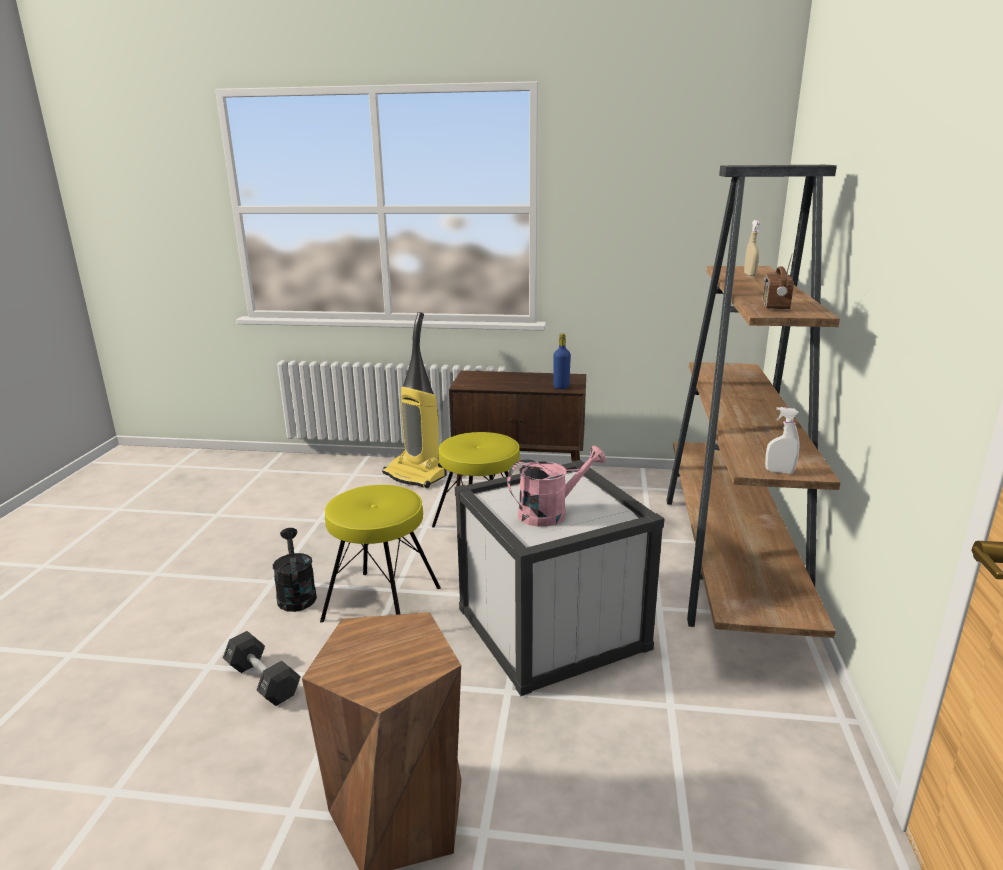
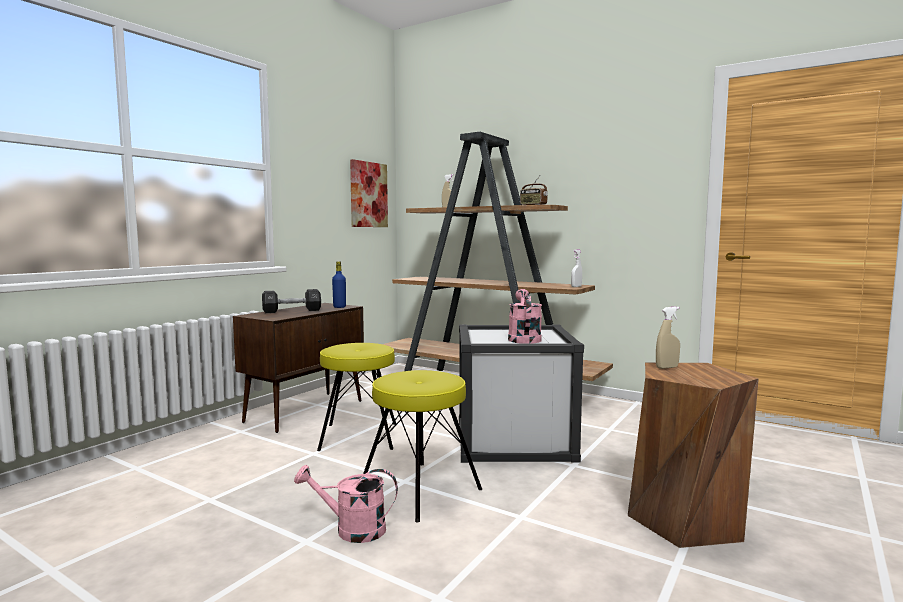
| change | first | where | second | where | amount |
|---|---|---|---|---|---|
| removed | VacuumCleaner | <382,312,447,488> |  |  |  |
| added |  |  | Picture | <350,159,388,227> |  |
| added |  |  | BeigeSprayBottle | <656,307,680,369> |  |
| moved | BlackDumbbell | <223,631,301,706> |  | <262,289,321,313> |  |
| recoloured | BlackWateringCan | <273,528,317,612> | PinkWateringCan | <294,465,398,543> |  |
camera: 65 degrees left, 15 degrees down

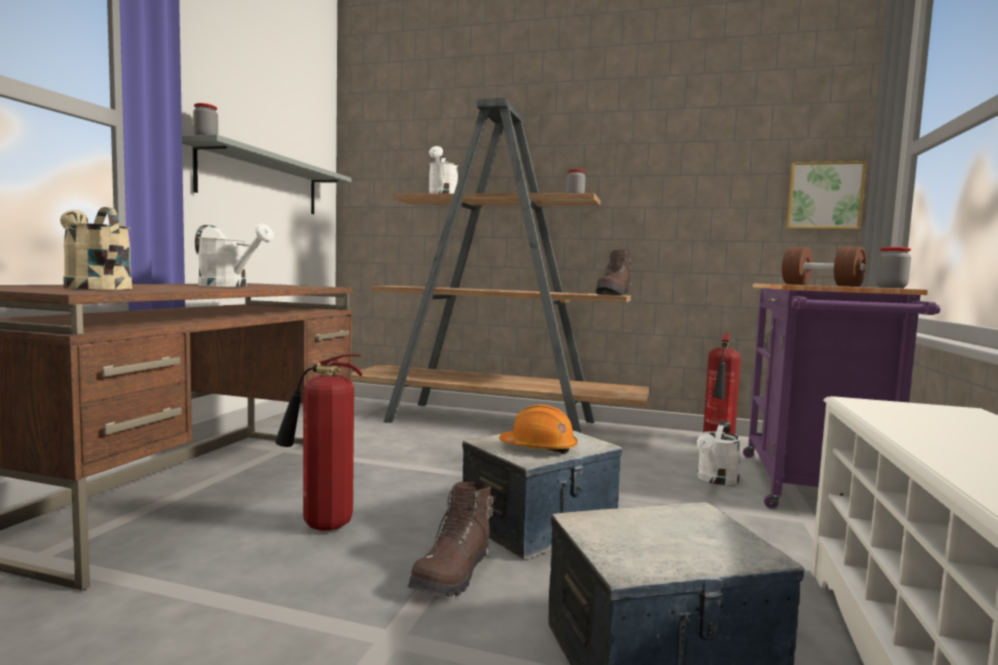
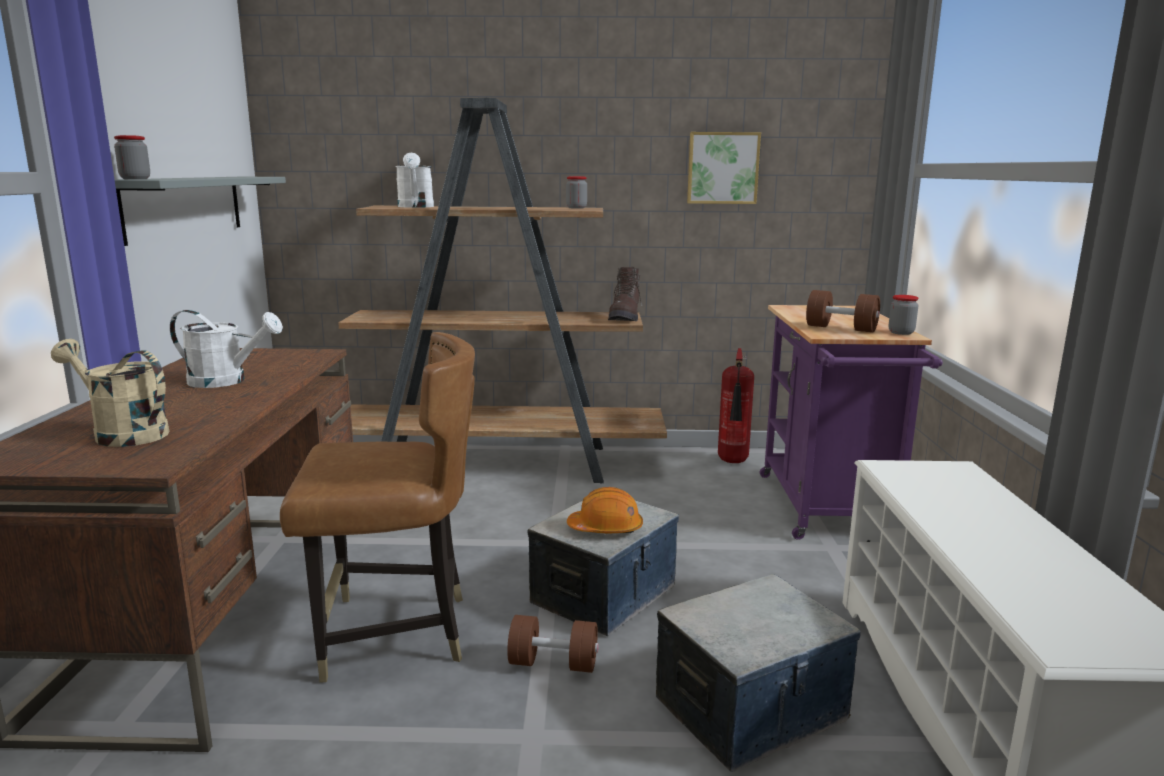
| change | first | where | second | where | amount |
|---|---|---|---|---|---|
| removed | WhiteWateringCan | <697,421,741,485> |  |  |  |
| moved | Picture | <786,161,867,229> |  | <687,132,761,204> |  |
| replaced | FireExtinguisher | <275,354,363,531> | BrownChair | <280,332,475,683> |  |
| replaced | BrownBoot | <408,482,496,597> | BrownDumbbell | <507,615,599,673> |  |
camera: 15 degrees left, 10 degrees up

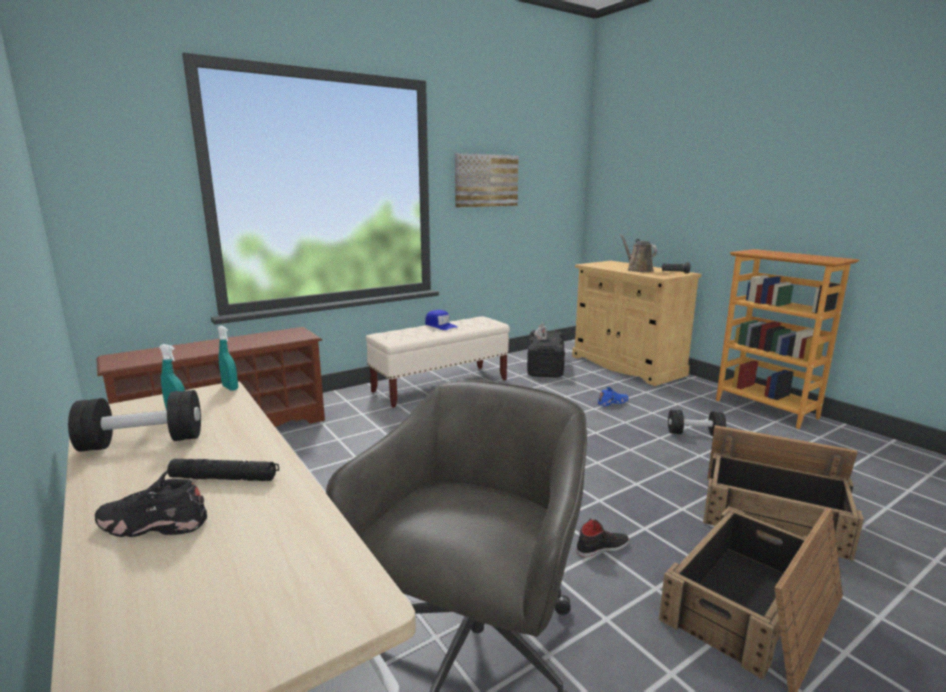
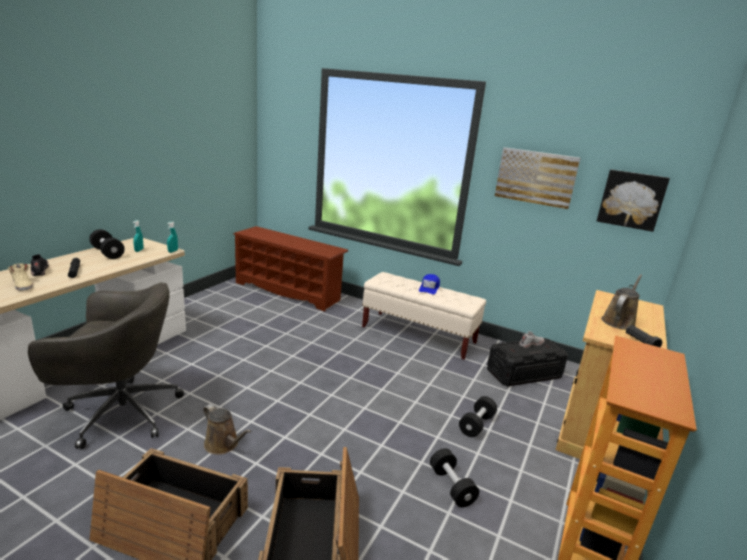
| change | first | where | second | where | amount |
|---|---|---|---|---|---|
| added |  |  | BeigeShoe | <8,263,33,291> |  |
| added |  |  | Picture | <597,169,670,232> |  |
| replaced | BlackShoe | <576,518,629,557> | BrownWateringCan | <203,404,251,455> |  |
| replaced | BlueShoe | <598,387,628,406> | BlackDumbbell | <459,396,497,437> |  |
camera: 60 degrees right, 5 degrees up

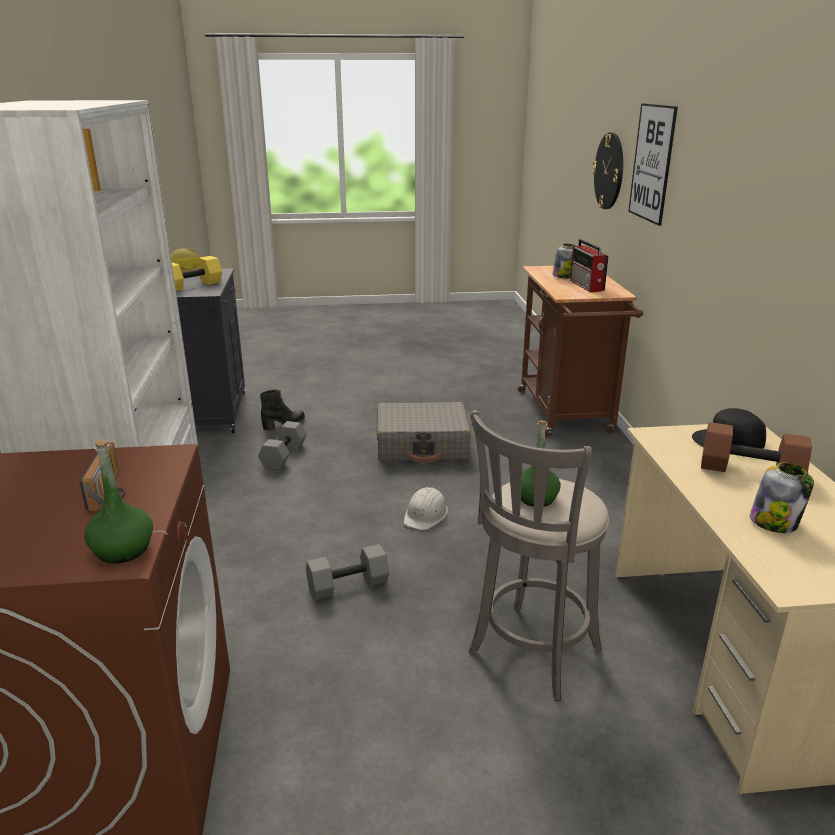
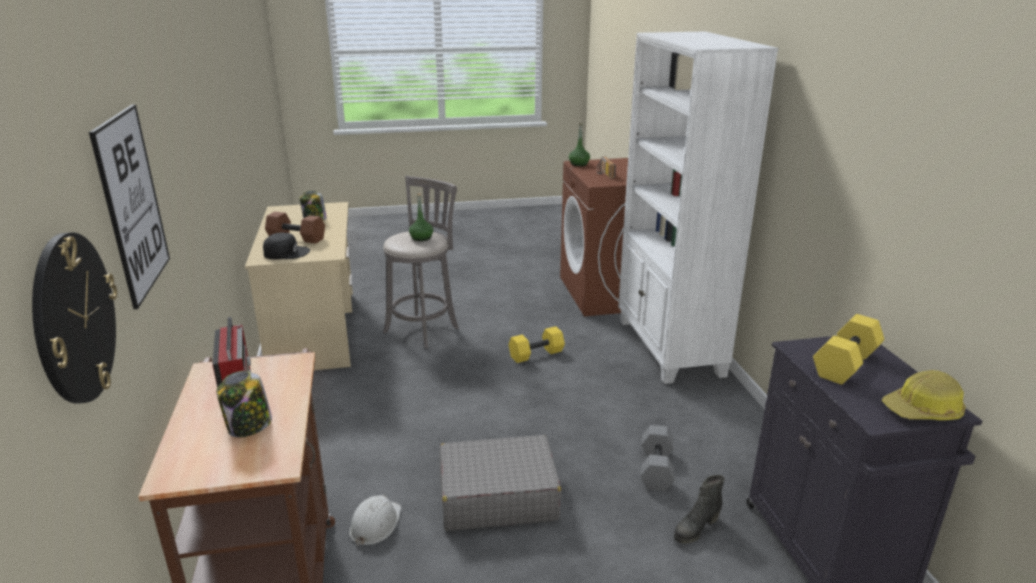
| change | first | where | second | where | amount |
|---|---|---|---|---|---|
| moved | WhiteHardHat | <404,487,448,530> |  | <349,495,401,547> |  |
| recoloured | GreyDumbbell | <306,544,390,600> | YellowDumbbell | <508,326,565,363> |  |
camera: 175 degrees right, 0 degrees up

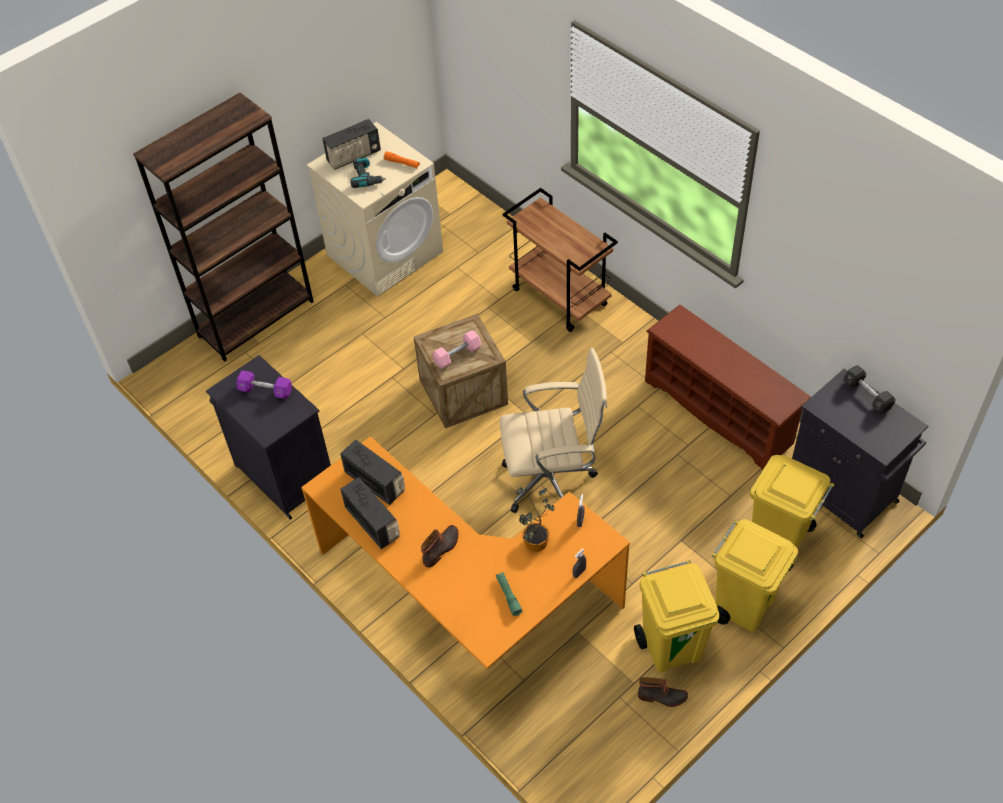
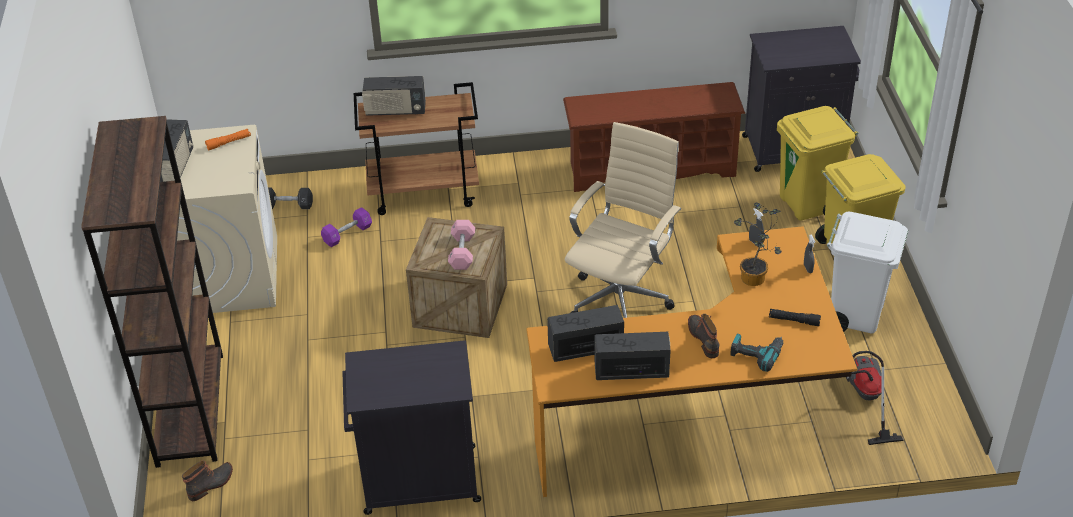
| change | first | where | second | where | amount |
|---|---|---|---|---|---|
| added |  |  | Radio | <362,76,426,116> |  |
| added |  |  | VacuumCleaner | <846,351,904,445> |  |
| moved | PurpleDumbbell | <237,370,292,399> |  | <321,207,372,247> |  |
| moved | PowerDrill | <351,157,386,188> |  | <730,334,784,372> |  |
| moved | Boot | <638,677,688,707> |  | <182,460,233,501> |  |
| moved | BlackDumbbell | <843,365,895,414> |  | <268,188,313,209> |  |
| recoloured | GreenFlashlight | <496,572,523,616> | BlackFlashlight | <769,309,821,326> |  |
| recoloured | YellowTrashCan | <634,560,719,672> | WhiteTrashCan | <827,212,908,333> |  |
camera: 55 degrees left, 10 degrees down

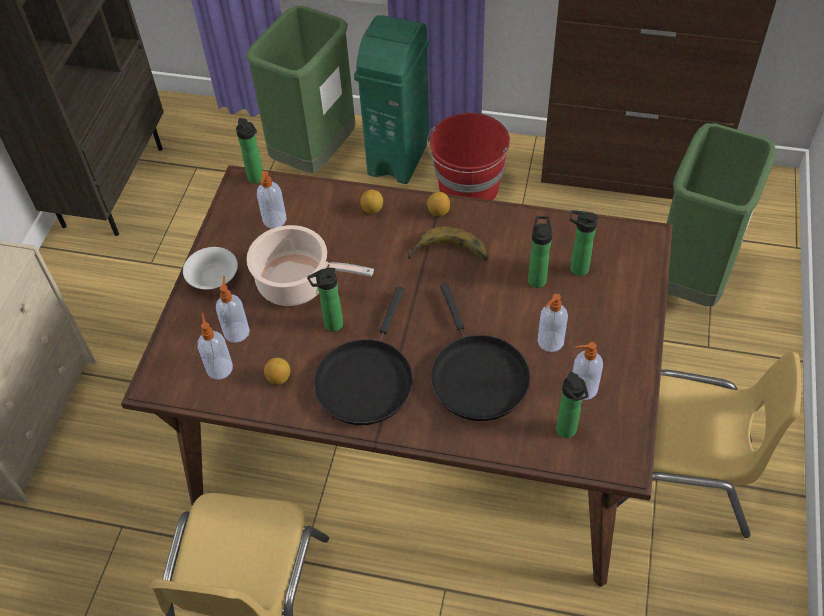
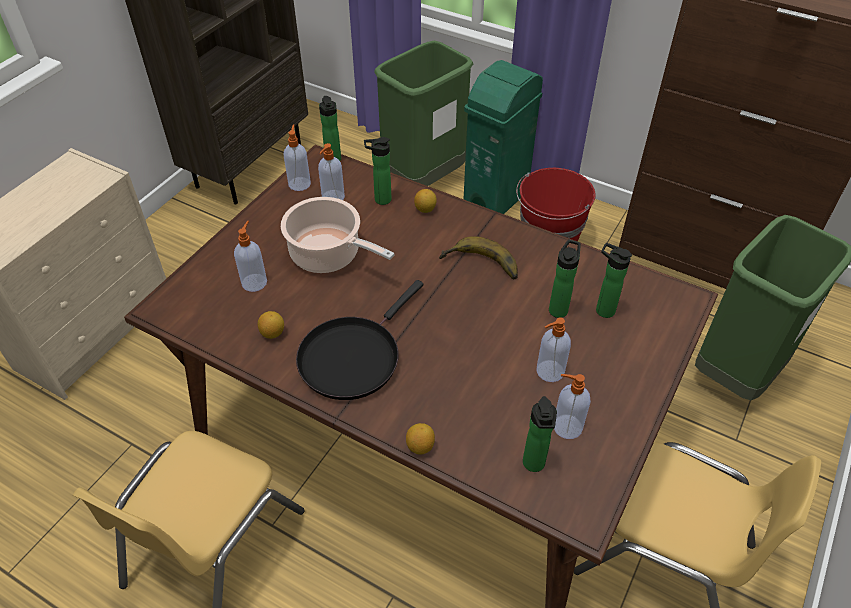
| change | first | where | second | where | amount |
|---|---|---|---|---|---|
| removed | WhiteBowl | <183,247,238,290> |  |  |  |
| removed | BlackFryingPan | <430,283,530,421> |  |  |  |
| moved | SoapDispenser | <198,313,233,380> |  | <284,124,311,191> |  |
| moved | Bottle | <307,267,343,332> |  | <364,137,392,205> |  |
| moved | Lemon | <427,192,450,217> |  | <406,423,435,454> |  |
camera: 15 degrees right, 5 degrees down

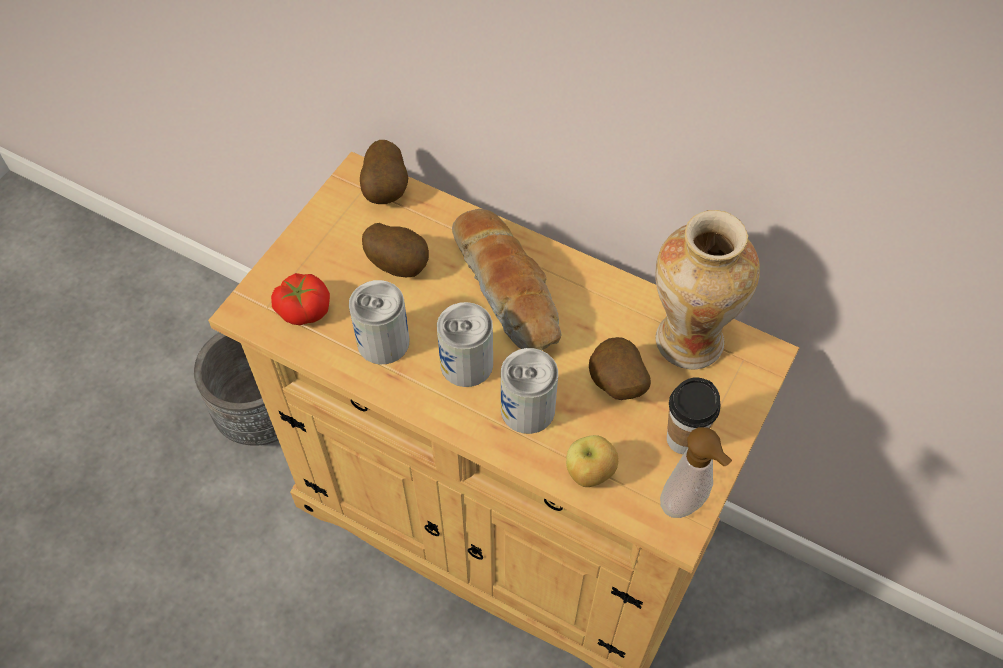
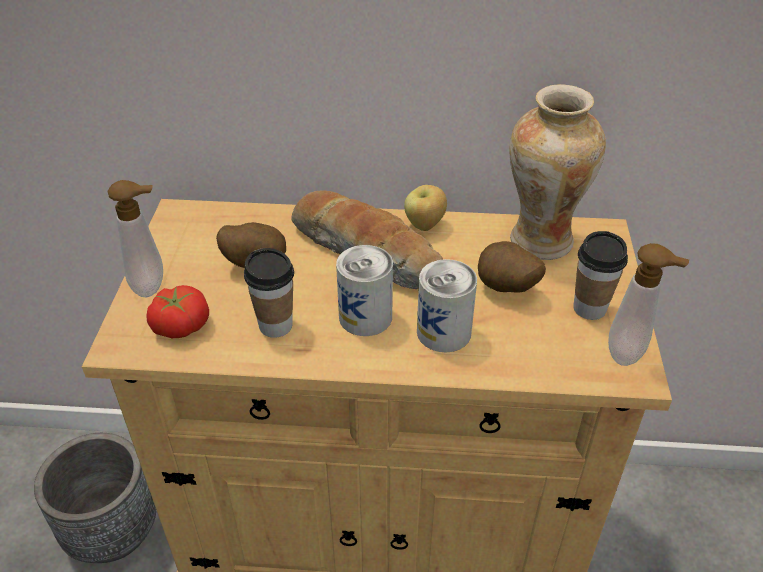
| change | first | where | second | where | amount |
|---|---|---|---|---|---|
| removed | Potato | <360,140,408,204> |  |  |  |
| added |  |  | SoapDispenser | <107,180,163,297> |  |
| moved | Apple | <566,435,618,487> |  | <404,185,447,231> |  |
| replaced | Can | <349,280,409,364> | Cup | <244,248,294,338> |  |
camera: 25 degrees left, 15 degrees down

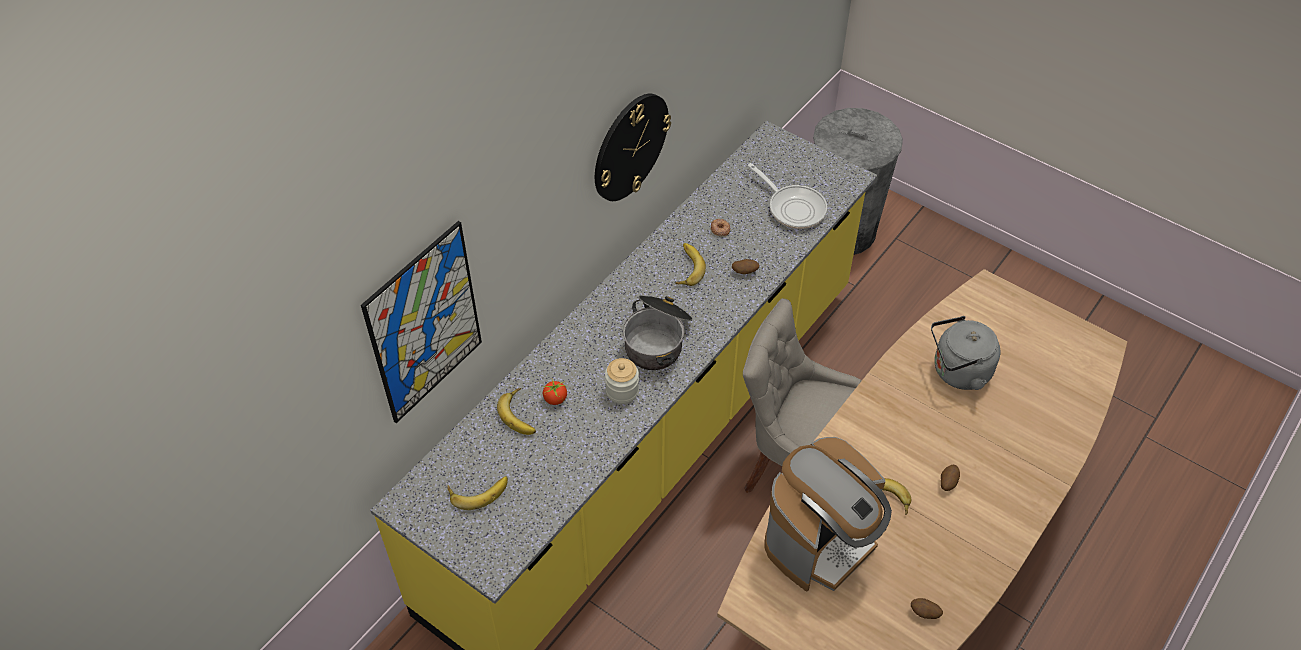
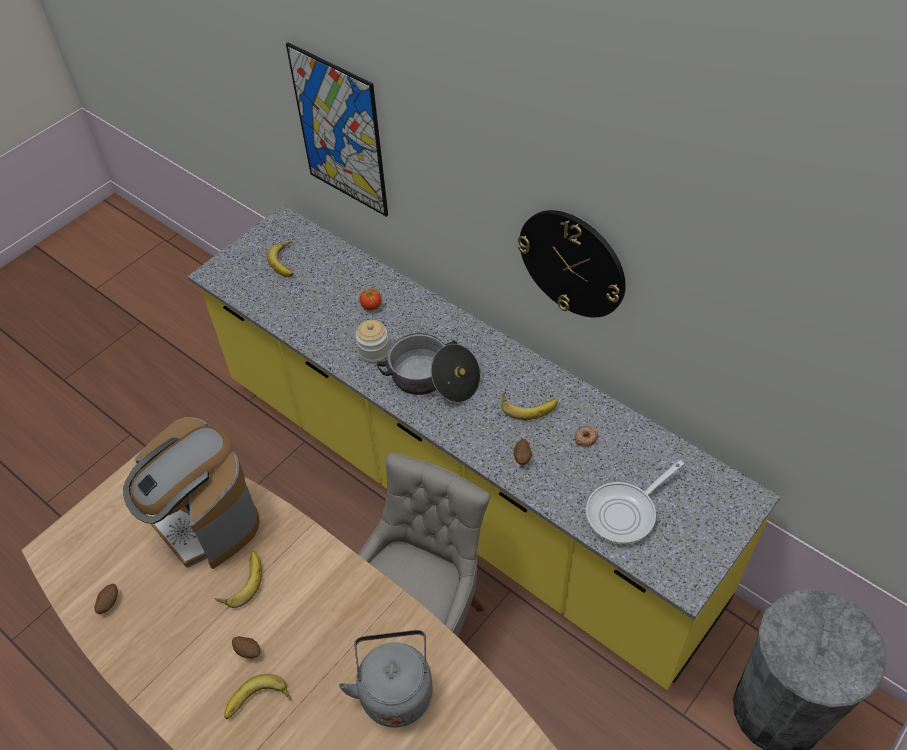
| change | first | where | second | where | amount |
|---|---|---|---|---|---|
| moved | Banana | <497,388,536,435> |  | <224,674,291,719> |  |
camera: 95 degrees right, 0 degrees up

